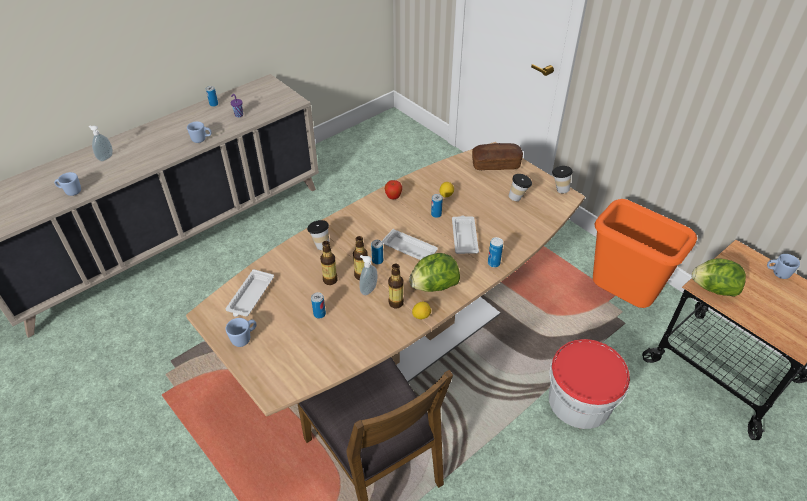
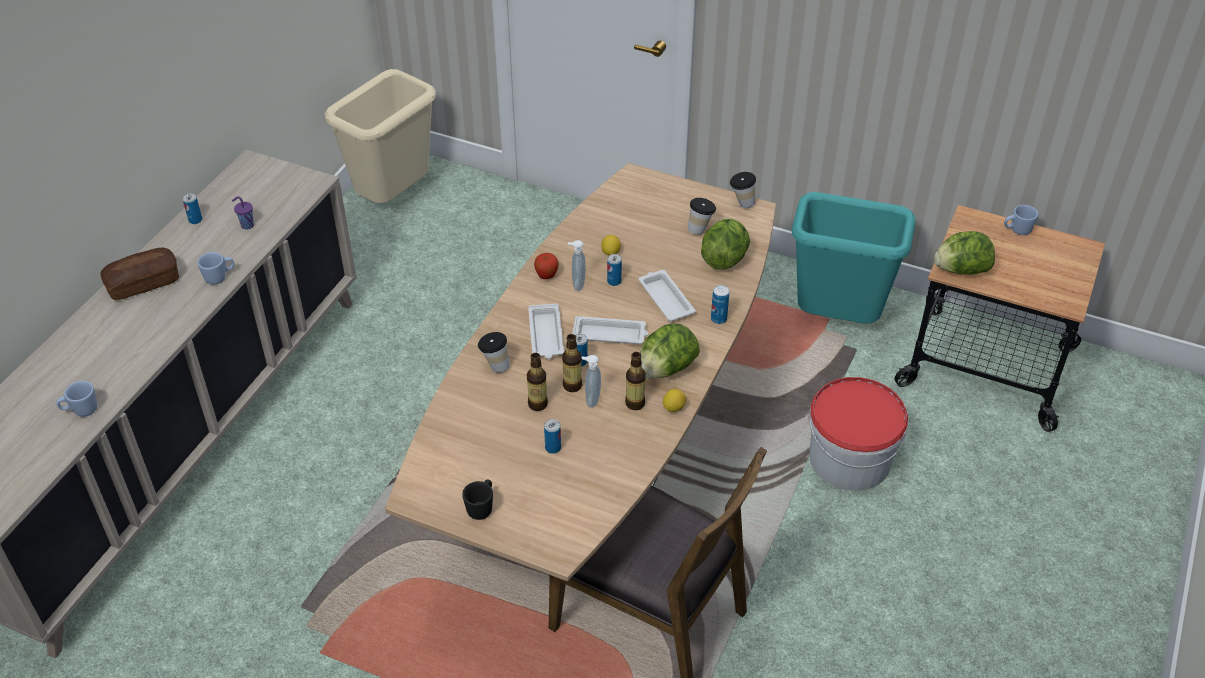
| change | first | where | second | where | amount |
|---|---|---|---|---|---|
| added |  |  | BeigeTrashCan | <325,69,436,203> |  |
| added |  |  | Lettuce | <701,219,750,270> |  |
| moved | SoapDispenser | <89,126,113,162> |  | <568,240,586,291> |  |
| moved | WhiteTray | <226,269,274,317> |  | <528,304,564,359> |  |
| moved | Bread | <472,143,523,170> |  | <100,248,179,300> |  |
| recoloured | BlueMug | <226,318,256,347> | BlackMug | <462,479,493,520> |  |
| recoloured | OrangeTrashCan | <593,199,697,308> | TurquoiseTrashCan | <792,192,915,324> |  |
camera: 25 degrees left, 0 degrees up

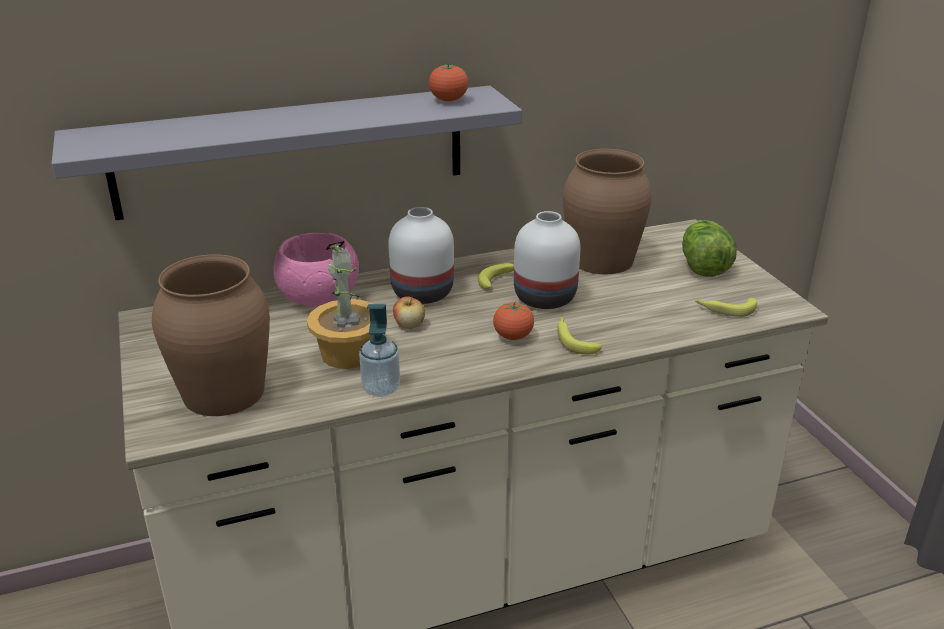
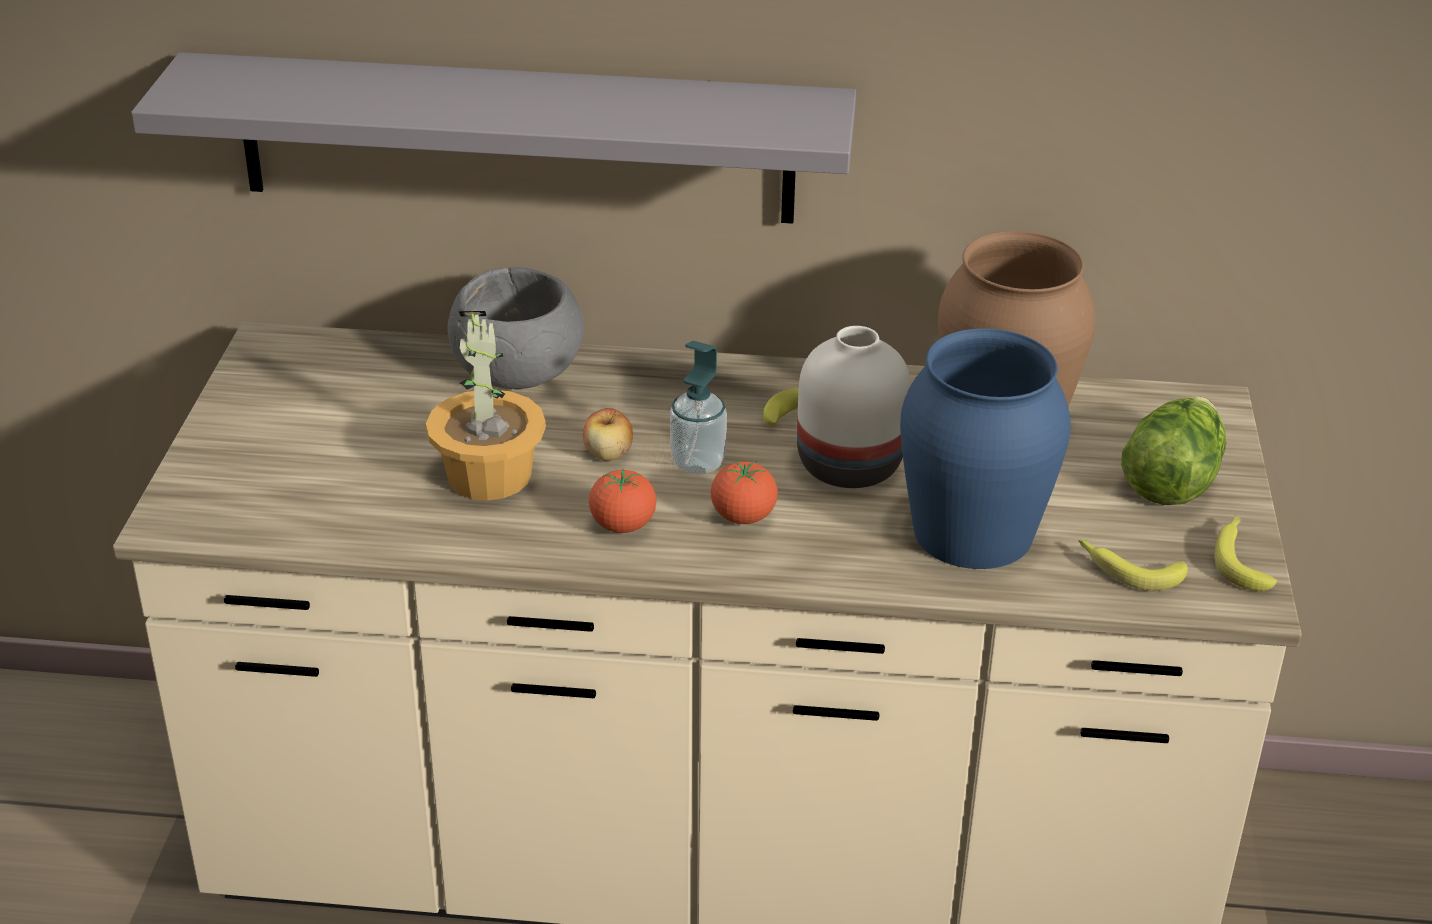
| change | first | where | second | where | amount |
|---|---|---|---|---|---|
| removed | BrownVase | <152,254,270,416> |  |  |  |
| removed | WhiteVase | <388,207,454,304> |  |  |  |
| added |  |  | BlueVase | <900,328,1071,569> |  |
| moved | SoapDispenser | <359,304,400,397> |  | <670,341,727,475> |  |
| moved | Tomato | <429,62,468,101> |  | <589,469,656,533> |  |
| moved | Banana | <557,317,602,354> |  | <1214,515,1277,591> |  |
| recoloured | PinkBowl | <274,233,359,307> | GreyBowl | <448,267,584,389> |  |
camera: 25 degrees right, 5 degrees up

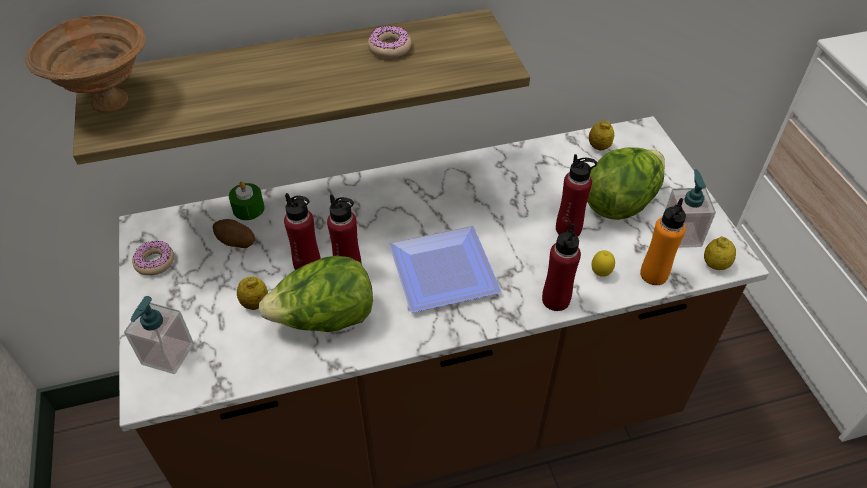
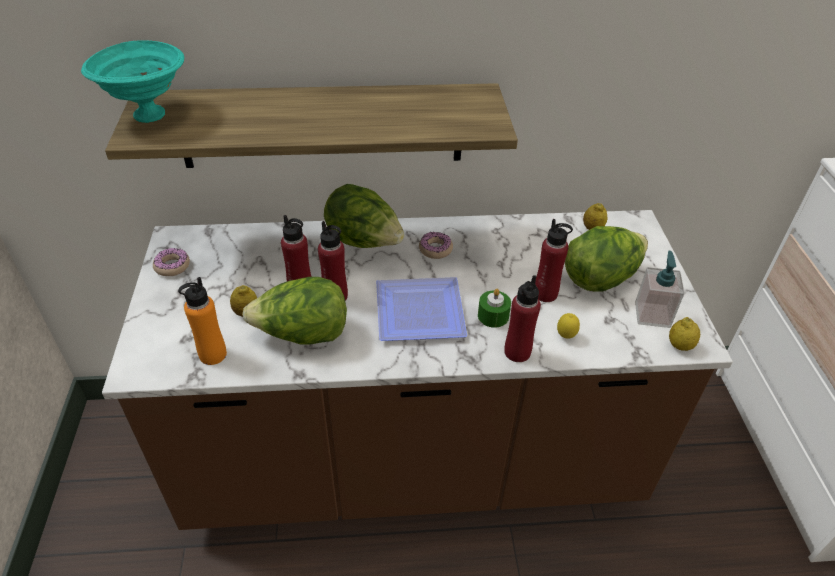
| change | first | where | second | where | amount |
|---|---|---|---|---|---|
| removed | SoapDispenser | <124,296,194,374> |  |  |  |
| removed | Potato | <213,219,255,248> |  |  |  |
| added |  |  | Lettuce | <324,184,404,248> |  |
| moved | GreenCandle | <229,181,264,220> |  | <478,289,511,328> |  |
| moved | Donut | <368,25,411,58> |  | <419,232,453,259> |  |
| moved | OrangeBottle | <640,198,686,285> |  | <178,277,227,365> |  |
| recoloured | BrownBowl | <25,15,145,113> | TurquoiseBowl | <81,40,184,123> |  |
camera: 10 degrees right, 5 degrees down

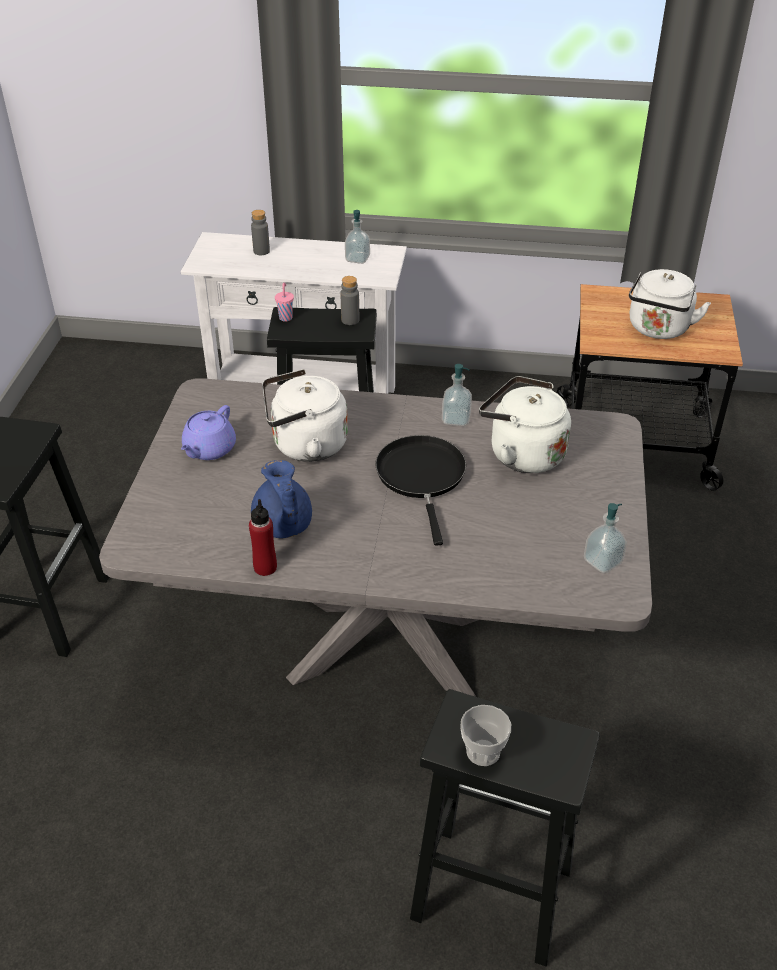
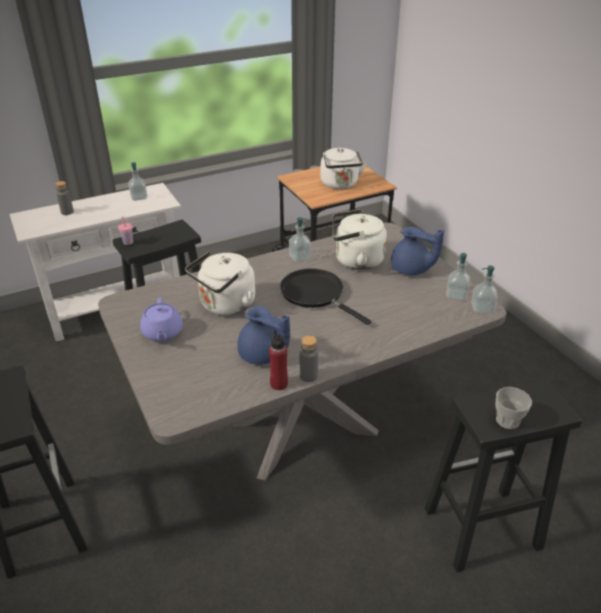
| change | first | where | second | where | amount |
|---|---|---|---|---|---|
| added |  |  | BlueTeapot | <391,227,444,275> |  |
| added |  |  | SoapDispenser | <471,265,498,314> |  |
| moved | GreyBottle | <340,276,359,325> |  | <300,336,318,382> |  |
camera: 35 degrees left, 5 degrees down

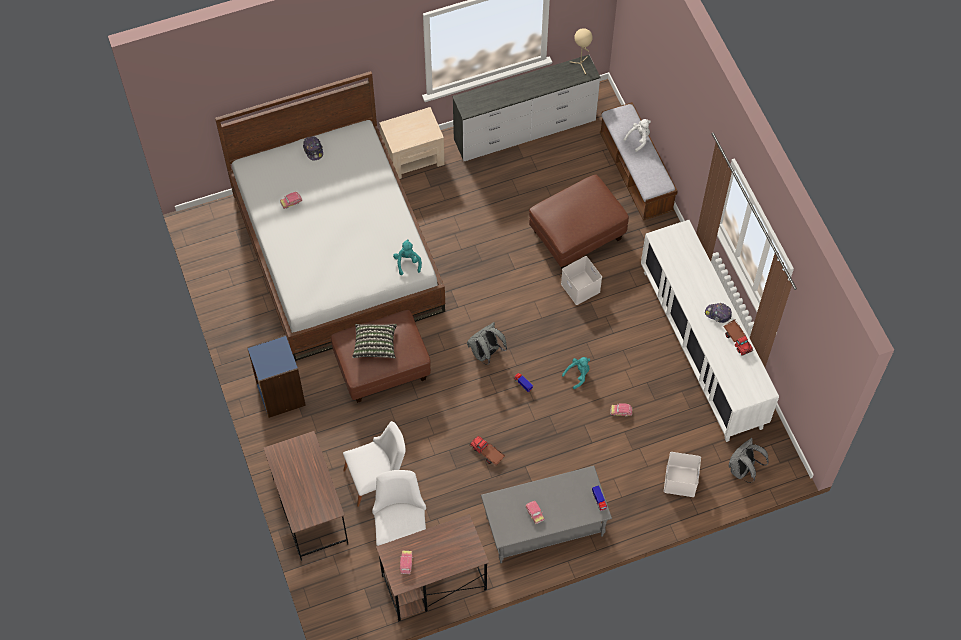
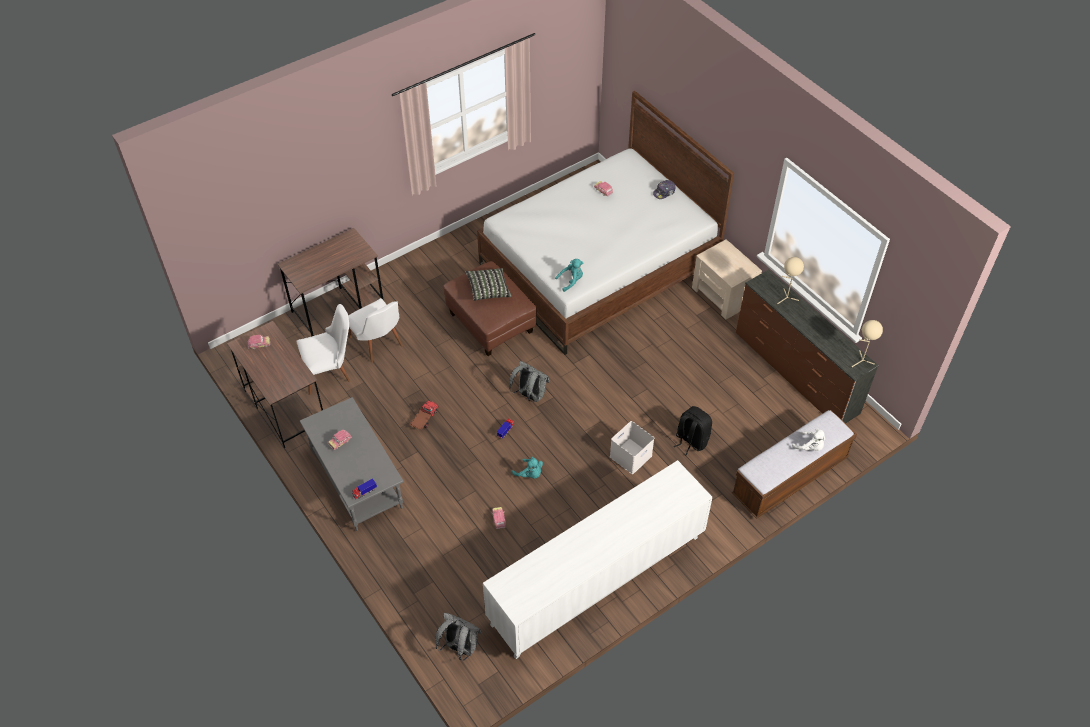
| change | first | where | second | where | amount |
|---|---|---|---|---|---|
| removed | BlueBookcase | <247,335,306,418> |  |  |  |
| removed | WhiteStorageBox | <664,452,701,497> |  |  |  |
| removed | Cap | <705,303,732,323> |  |  |  |
| removed | ToyTruck | <723,319,753,356> |  |  |  |
| added |  |  | BeigeTableLamp | <776,257,804,305> |  |
| replaced | BrownOttoman | <529,175,629,269> | BlackBackpack | <674,406,712,456> |  |
| recoloured | WhiteDresser | <452,55,601,161> | BrownDresser | <736,269,879,423> |  |
camera: 75 degrees right, 10 degrees down

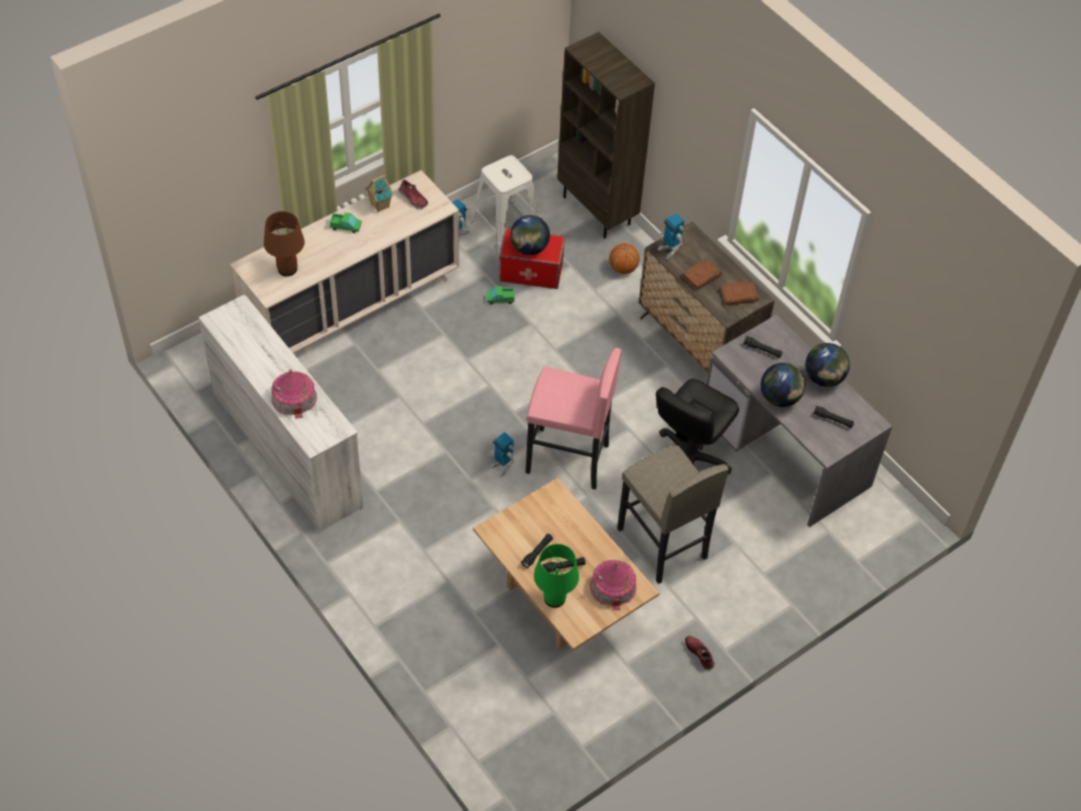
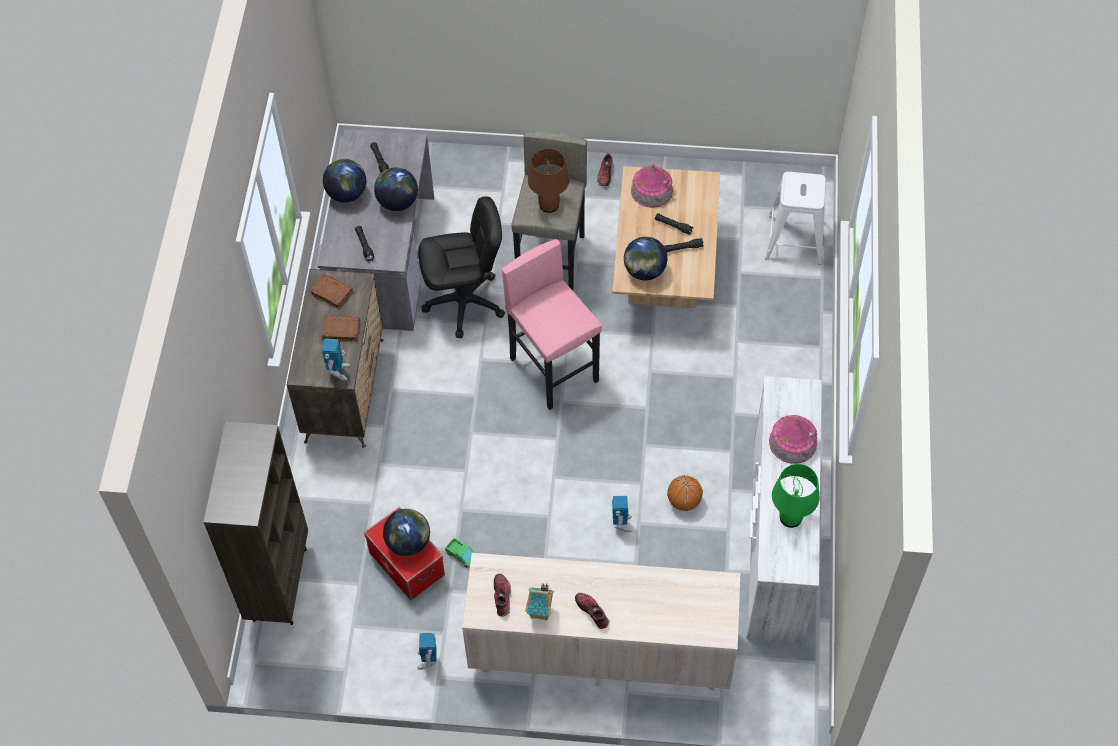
| change | first | where | second | where | amount |
|---|---|---|---|---|---|
| added |  |  | Globe | <624,237,667,280> |  |
| moved | BrownTableLamp | <264,211,305,276> |  | <528,148,569,213> |  |
| moved | WhiteStool | <471,155,538,253> |  | <765,172,826,265> |  |
| moved | ToyRobot | <490,432,514,477> |  | <612,496,632,532> |  |
| moved | GreenTableLamp | <534,544,579,608> |  | <772,464,819,528> |  |
| moved | Basketball | <609,243,640,274> |  | <667,475,703,511> |  |
| replaced | ToyTruck | <330,212,362,233> | Shoe | <575,593,610,629> |  |
camera: 135 degrees left, 5 degrees up

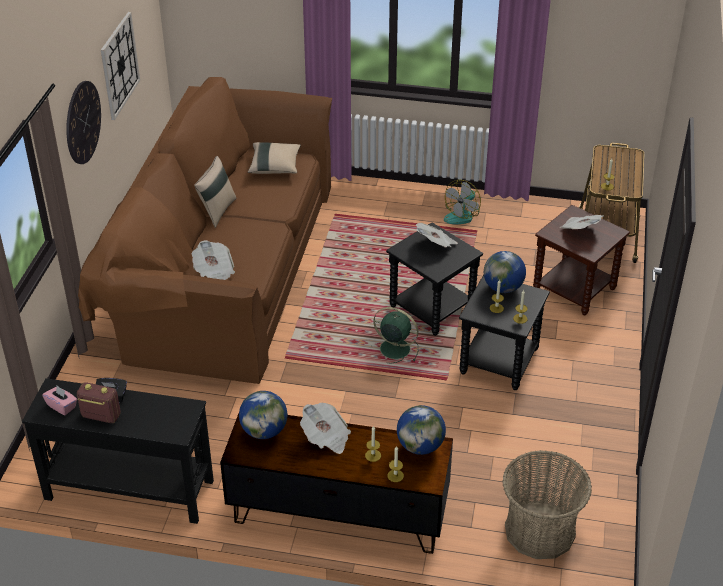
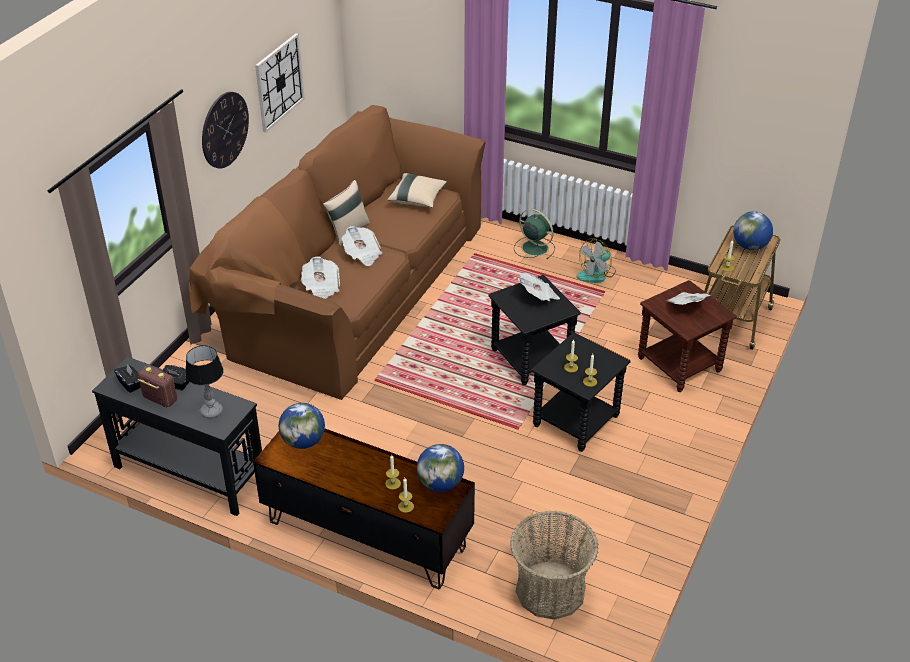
| change | first | where | second | where | amount |
|---|---|---|---|---|---|
| added |  |  | TableLamp | <185,345,224,419> |  |
| moved | Newspaper | <300,403,351,454> |  | <342,226,382,266> |  |
| moved | GreenFan | <373,307,418,364> |  | <514,209,555,259> |  |
| moved | Globe | <484,251,526,293> |  | <733,211,773,250> |  |
| recoloured | PinkTissueBox | <42,386,77,416> | BlackTissueBox | <114,364,141,393> |  |
camera: 15 degrees right, 0 degrees up

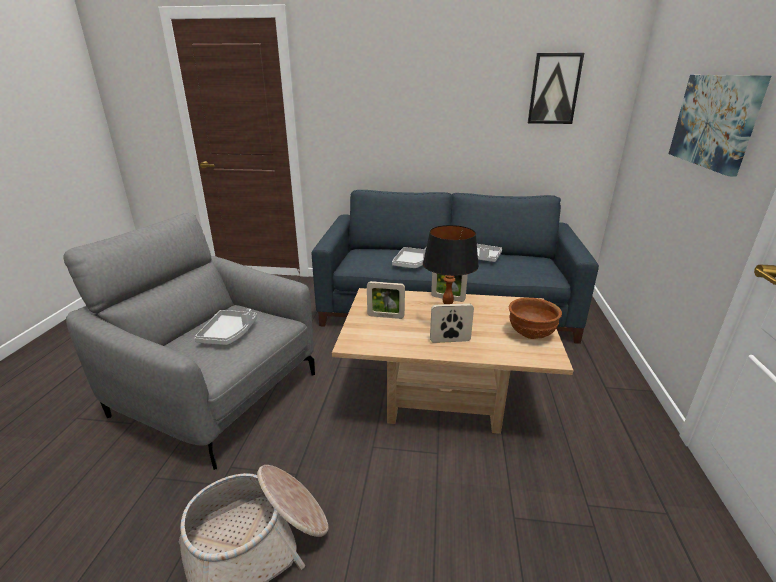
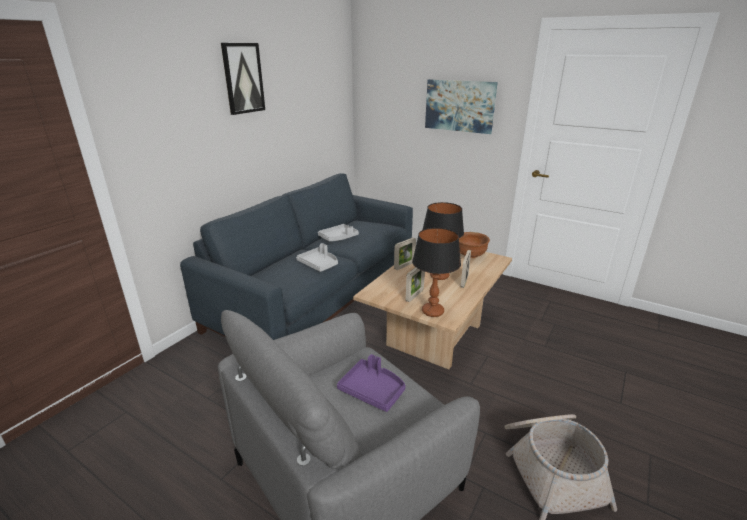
| change | first | where | second | where | amount |
|---|---|---|---|---|---|
| added |  |  | TableLamp | <412,228,461,317> |  |
| moved | Picture | <528,53,584,124> |  | <221,43,265,115> |  |
| recoloured | GreyTray | <195,309,257,345> | PurpleTray | <337,354,406,412> |  |
camera: 65 degrees left, 0 degrees up

